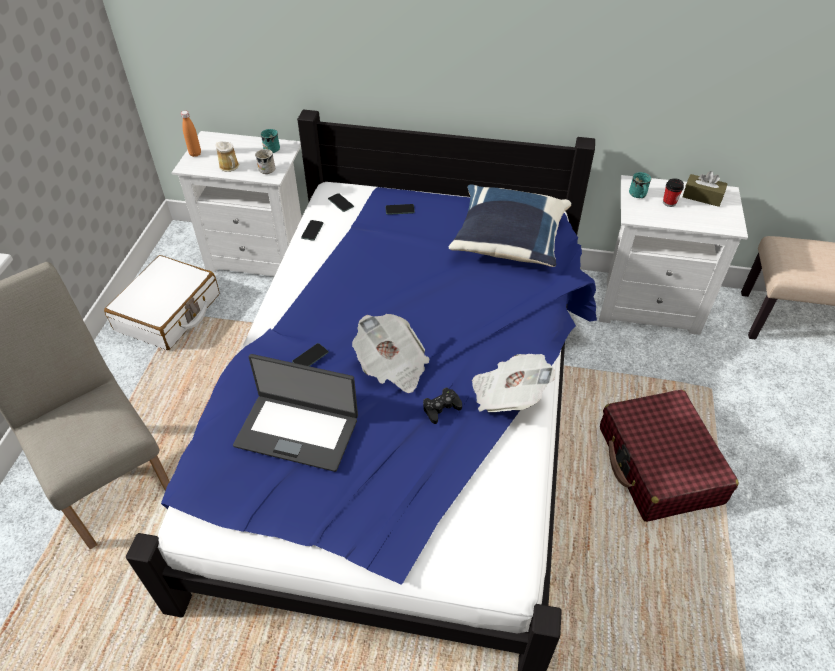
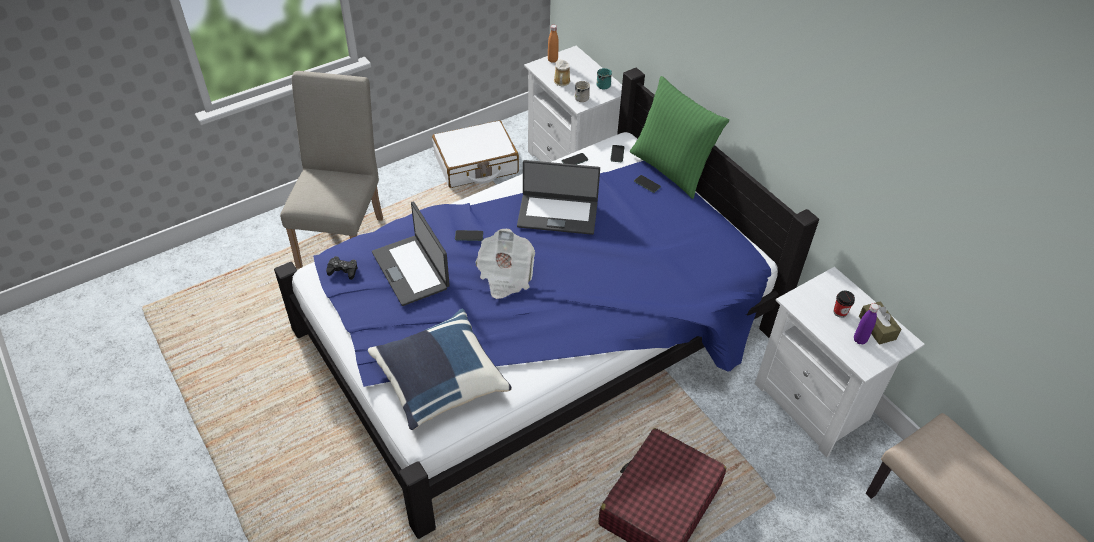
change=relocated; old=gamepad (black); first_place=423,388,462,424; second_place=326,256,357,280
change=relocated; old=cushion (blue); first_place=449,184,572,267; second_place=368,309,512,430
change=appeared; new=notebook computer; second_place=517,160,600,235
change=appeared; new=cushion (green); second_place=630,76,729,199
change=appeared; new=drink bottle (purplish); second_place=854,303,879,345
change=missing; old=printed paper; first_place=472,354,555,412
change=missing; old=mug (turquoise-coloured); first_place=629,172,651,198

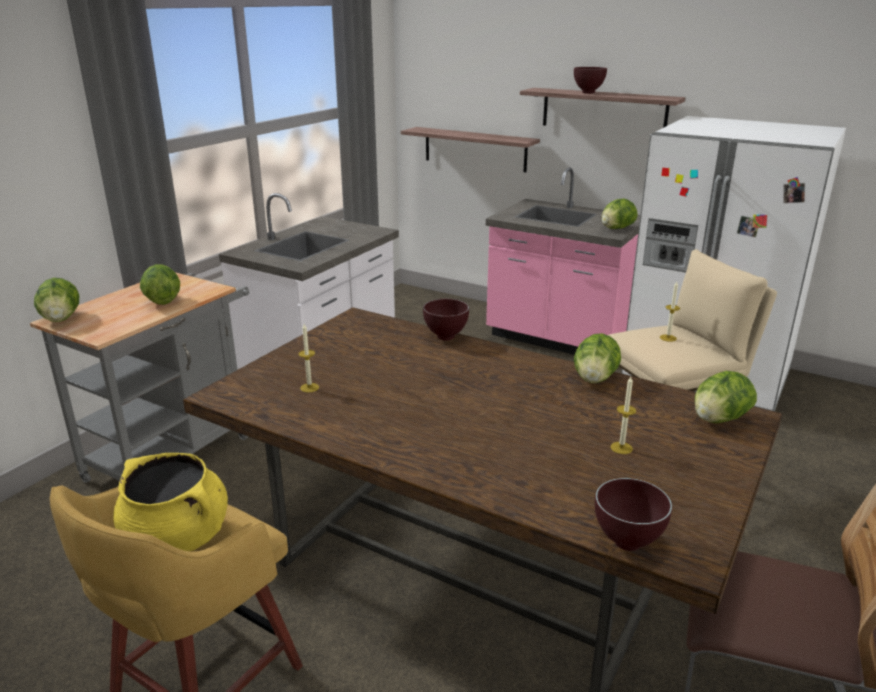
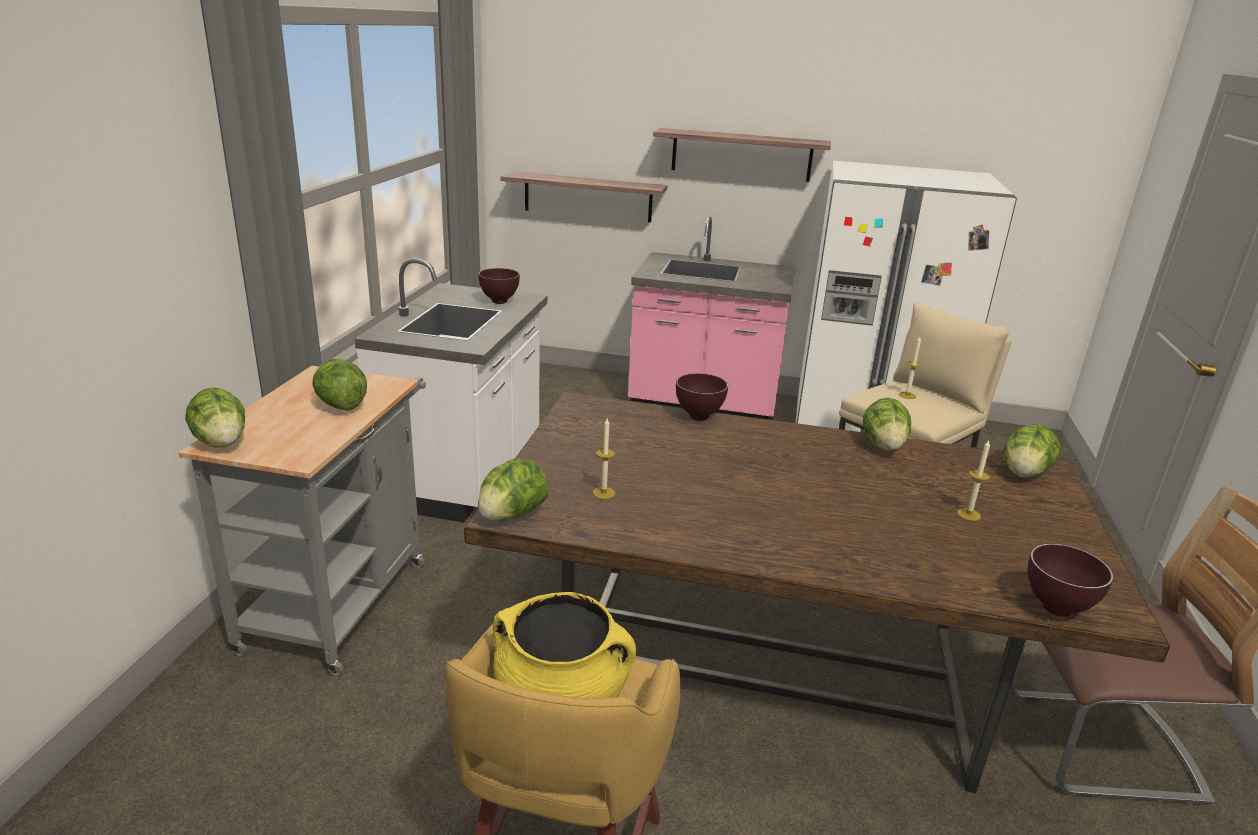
change=relocated; old=bowl (brownish); first_place=574,67,607,94; second_place=478,268,520,304
change=relocated; old=head of lettuce; first_place=601,199,638,229; second_place=478,458,549,521

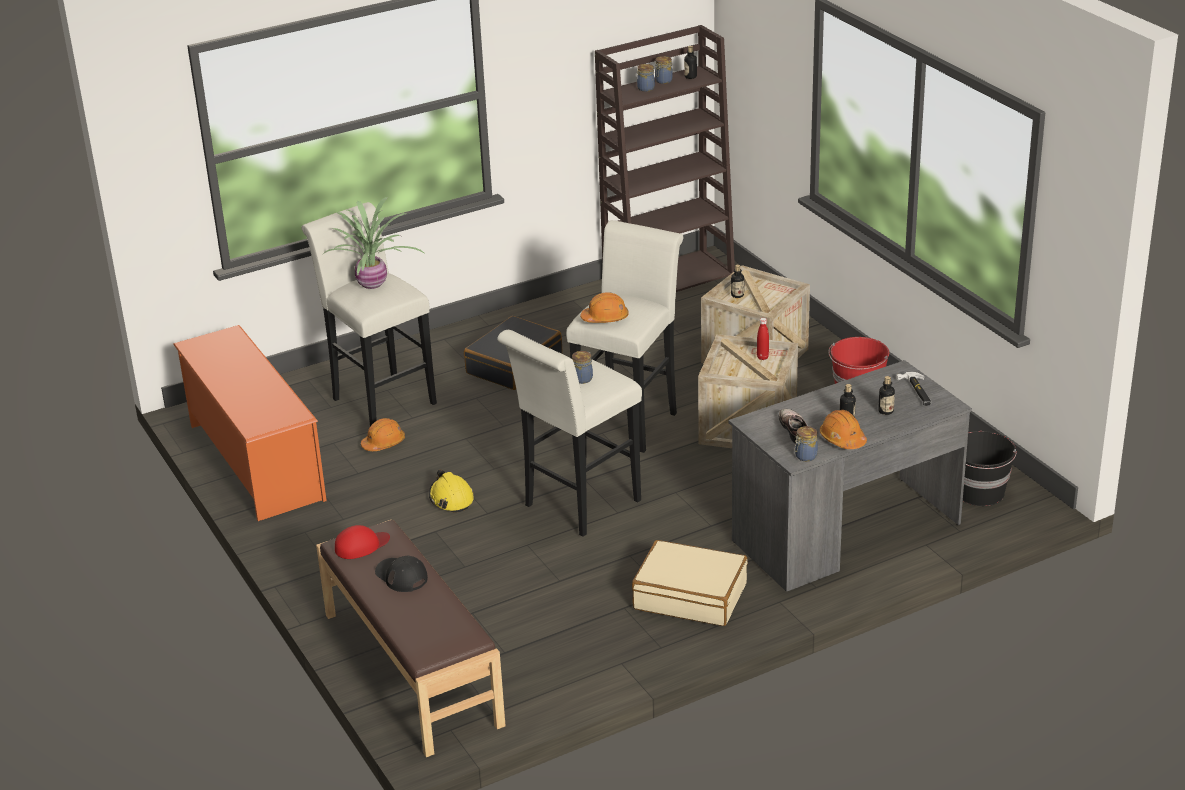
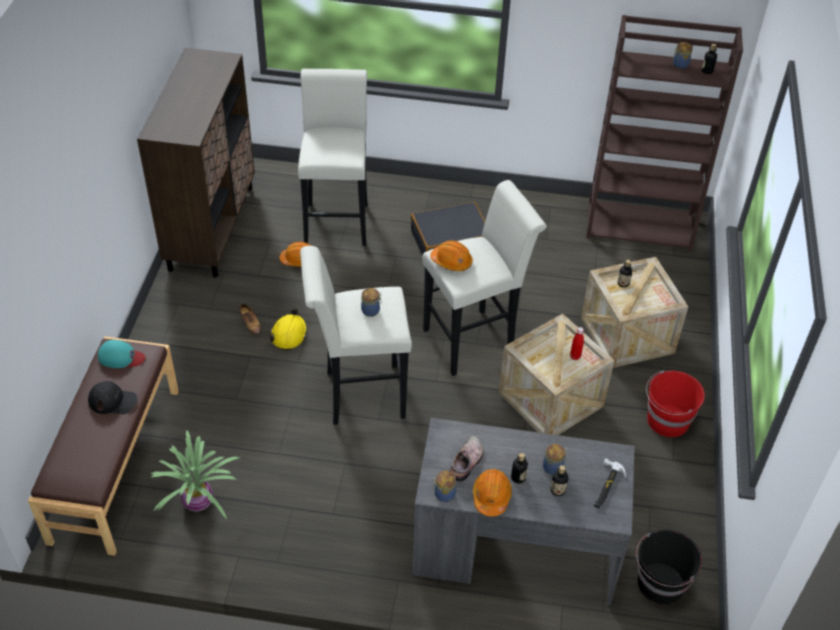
change=spun; old=baseball cap (black); first_place=375,555,428,592; second_place=88,381,138,414; degrees=105
change=colour; old=baseball cap (red); new=baseball cap (turquoise-coloured); first_place=335,525,390,559; second_place=98,340,145,368
change=exchanged; old=shoe rack (orange); new=cabinet (brownish); first_place=173,325,327,521; second_place=137,48,255,278
change=relocated; old=plant in a pot; first_place=323,197,424,289; second_place=150,430,239,519
change=appeared; new=shoe; second_place=239,304,261,336
change=relocated; old=storage jar; first_place=637,64,655,92; second_place=543,444,567,475
change=missing; old=piece of luggage (beige-coloured); first_place=632,540,748,626

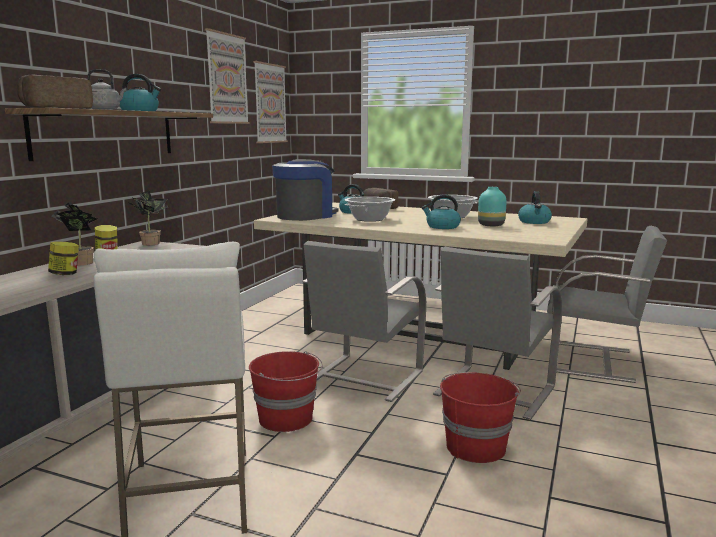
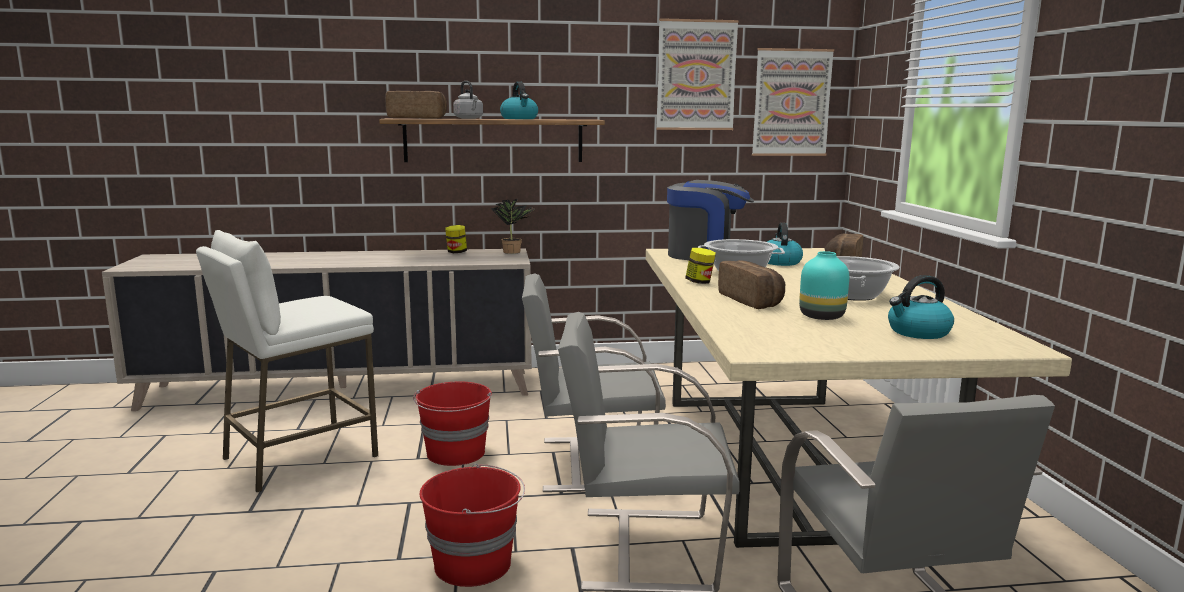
change=relocated; old=storage jar; first_place=48,241,79,275; second_place=685,248,716,284
change=exchanged; old=kettle; new=bakery bread; first_place=422,194,461,229; second_place=718,260,785,309
change=missing; old=plant in a pot; first_place=52,202,97,265

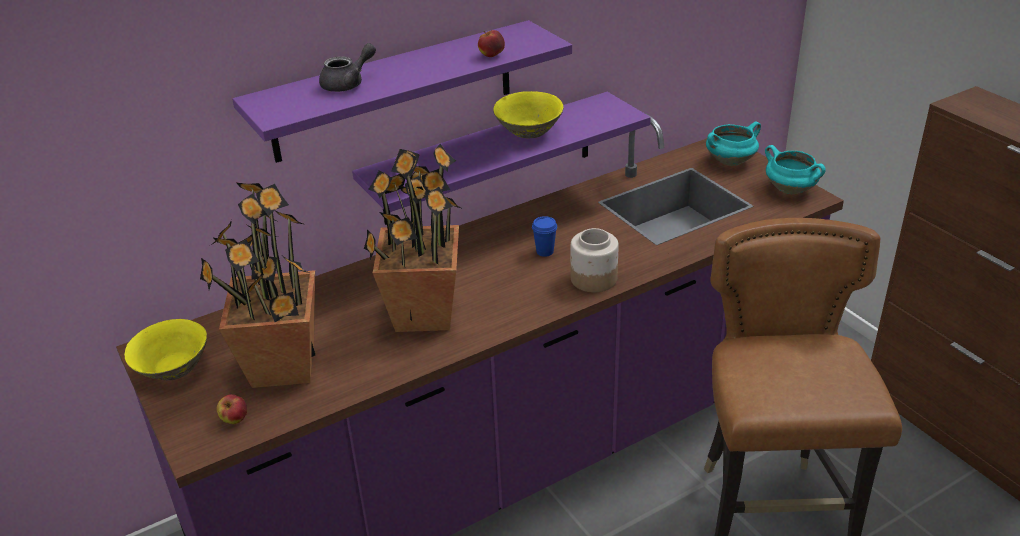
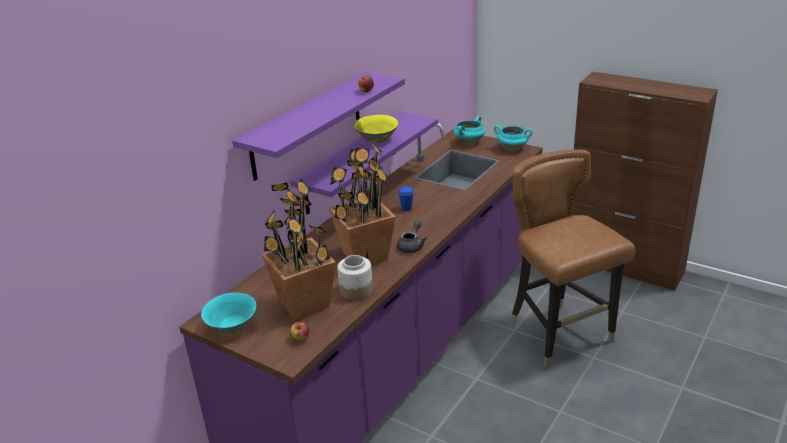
change=colour; old=bowl (yellowish); new=bowl (turquoise-coloured); first_place=124,319,207,380; second_place=201,292,257,334
change=relocated; old=storage jar; first_place=570,228,619,292; second_place=337,255,373,301
change=relocated; old=tea pot (greyish); first_place=319,43,376,92; second_place=397,220,427,253

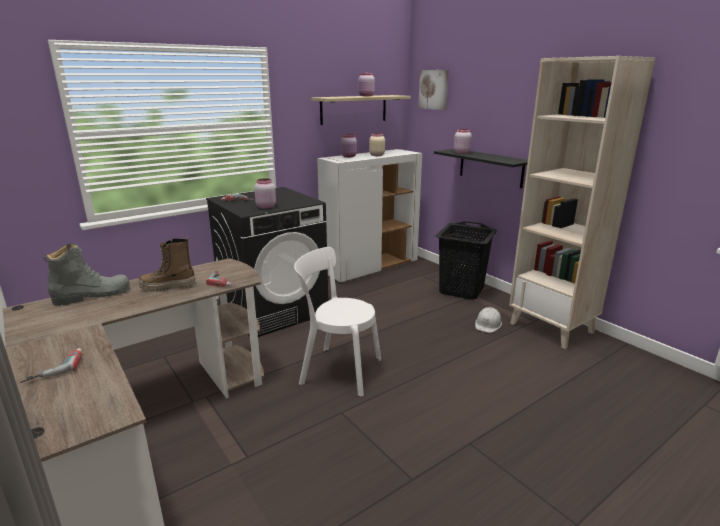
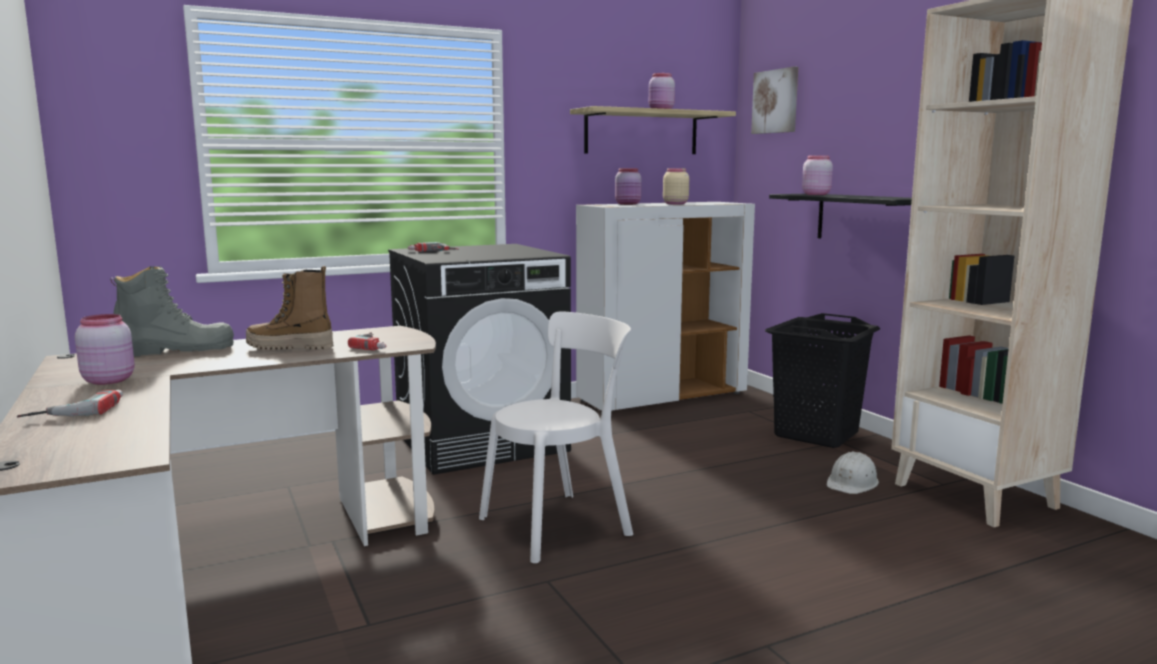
change=relocated; old=storage jar (pink); first_place=254,179,276,209; second_place=75,314,135,385
change=spun; old=plain chair (white-coloured); first_place=294,247,381,396; second_place=479,311,633,563; degrees=120

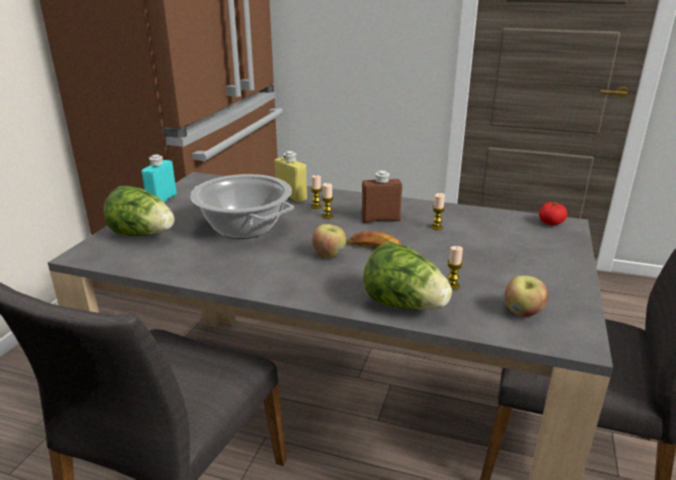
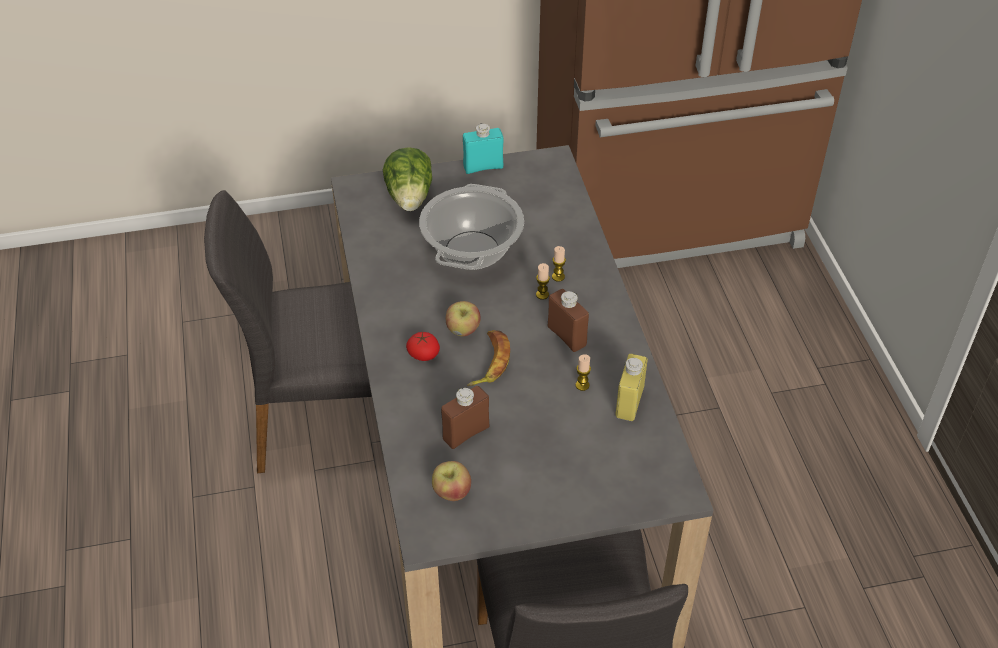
change=relocated; old=tomato; first_place=539,202,567,225; second_place=406,332,440,361
change=exchanged; old=wax light; new=drink bottle (brownish); first_place=447,246,463,290; second_place=441,386,489,449
change=relocated; old=drink bottle (yellowish); first_place=275,151,307,202; second_place=616,354,647,421
change=missing; old=head of lettuce; first_place=363,242,452,310

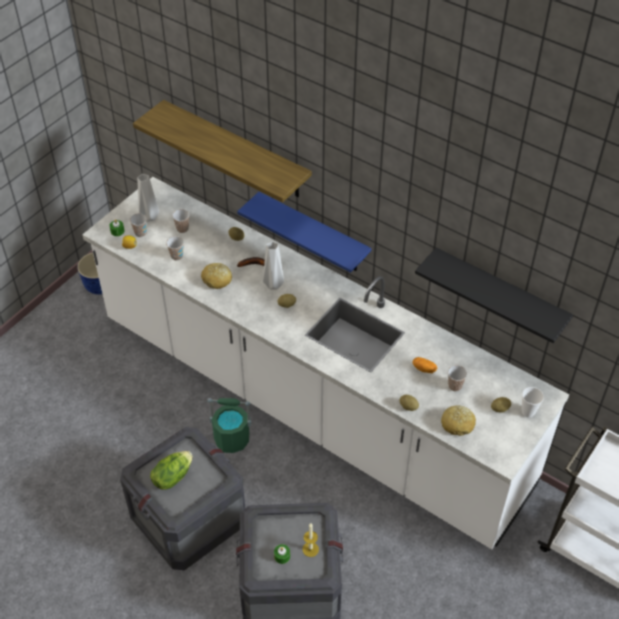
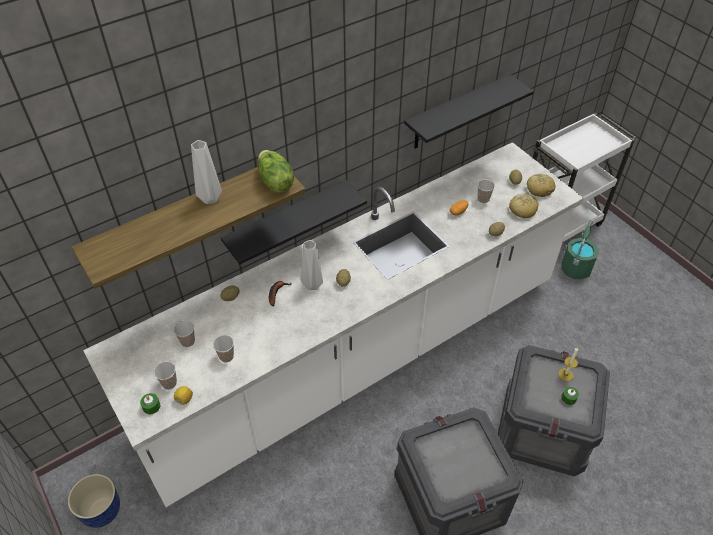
change=relocated; old=decorative vase (greyish); first_place=137,174,159,222; second_place=191,140,222,204
change=colour; old=bracket shelf (blue); new=bracket shelf (black); first_place=237,192,371,273; second_place=221,180,367,265
change=relocated; old=head of lettuce; first_place=150,451,193,490; second_place=258,150,294,193
change=relocated; old=bakery bread; first_place=201,263,232,289; second_place=527,174,555,197
change=relocated; old=pail (green); first_place=208,398,252,453; second_place=561,220,599,279
change=missing; old=drinking cup; first_place=522,387,544,418

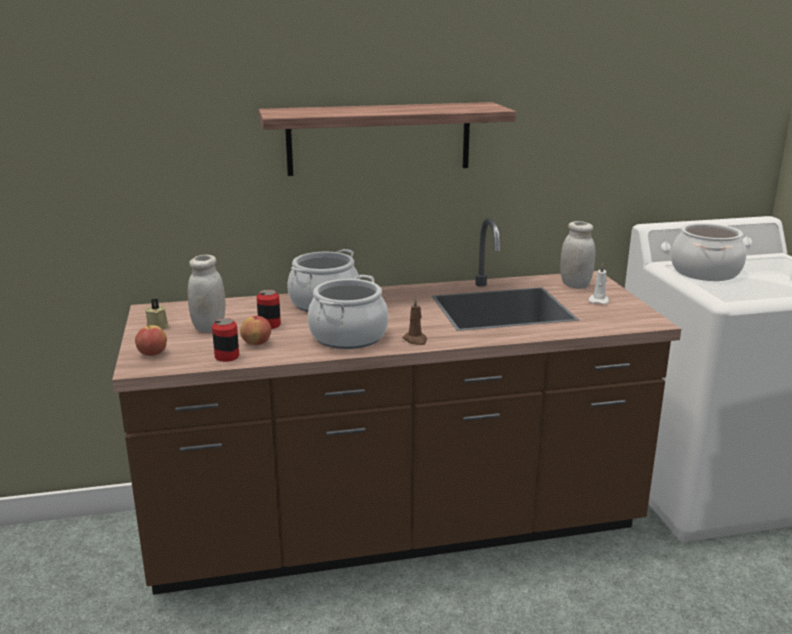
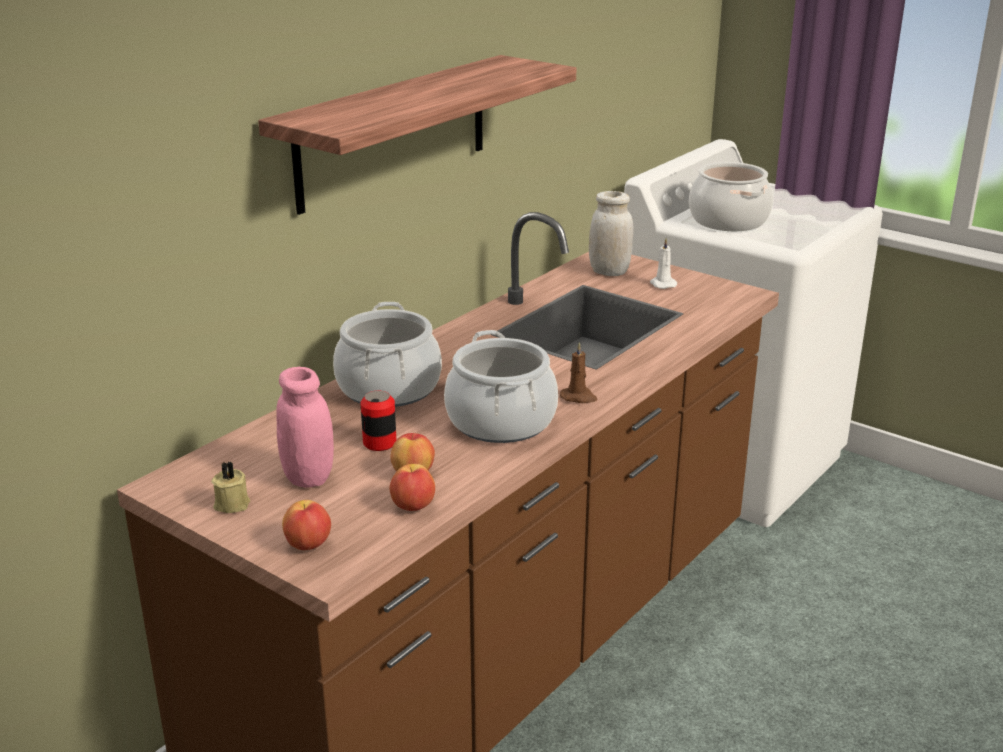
change=colour; old=storage jar (white-coloured); new=storage jar (pink); first_place=188,255,226,333; second_place=276,367,334,488
change=exchanged; old=sealed can; new=apple fruit; first_place=212,318,239,362; second_place=389,464,435,511

